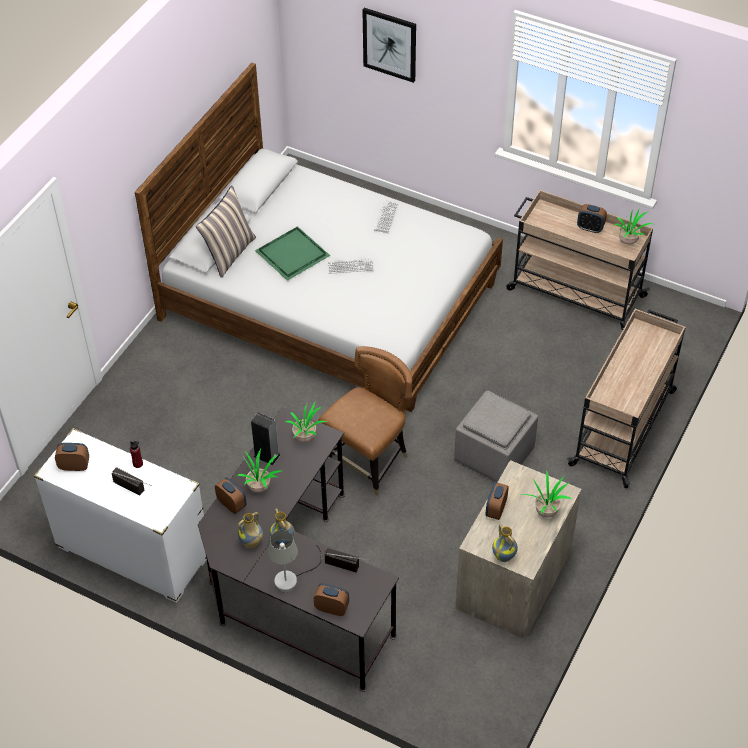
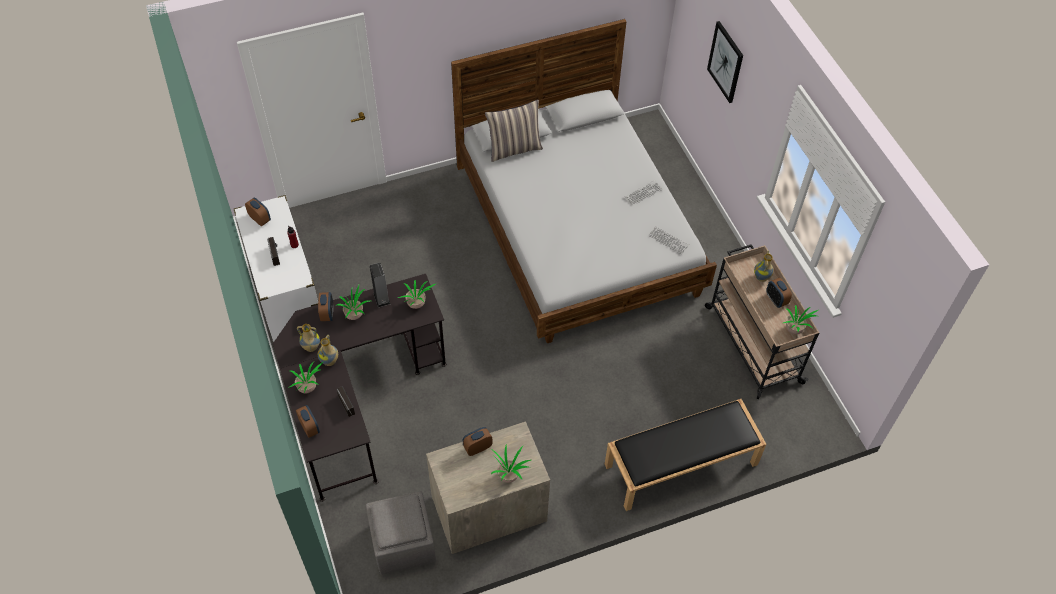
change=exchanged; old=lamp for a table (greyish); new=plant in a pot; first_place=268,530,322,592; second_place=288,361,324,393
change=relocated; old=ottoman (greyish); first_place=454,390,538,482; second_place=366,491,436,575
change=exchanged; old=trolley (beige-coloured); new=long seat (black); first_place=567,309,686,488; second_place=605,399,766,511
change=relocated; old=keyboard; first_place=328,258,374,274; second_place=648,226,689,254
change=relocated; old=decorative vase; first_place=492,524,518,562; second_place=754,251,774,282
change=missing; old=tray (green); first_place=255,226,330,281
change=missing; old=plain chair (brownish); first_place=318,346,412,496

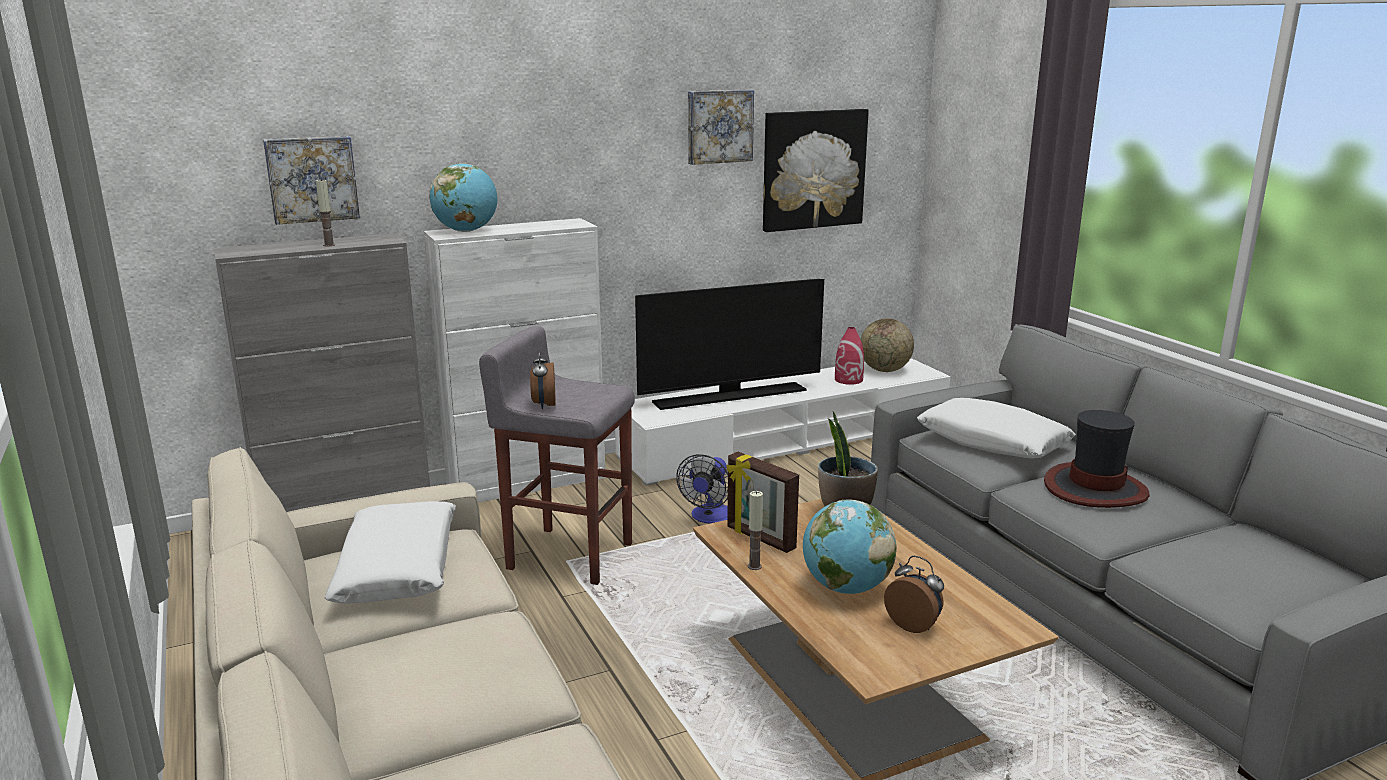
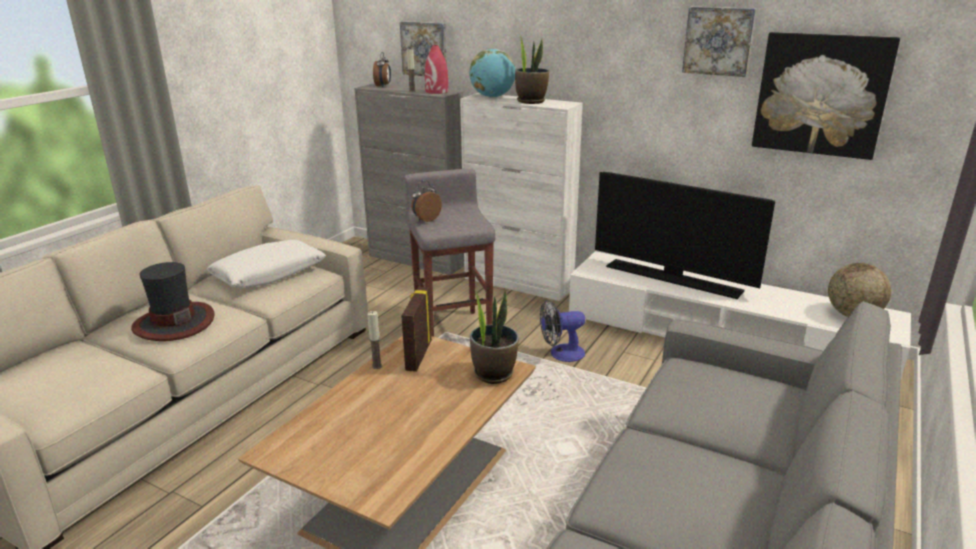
change=relocated; old=wearable hat; first_place=1044,410,1149,508; second_place=131,262,215,341
change=relocated; old=alarm clock; first_place=884,556,944,633; second_place=373,52,391,87
change=relocated; old=decorative vase (red); first_place=835,327,864,385; second_place=425,45,449,94
change=appeared; new=plant in a pot; second_place=515,34,549,104
change=missing; old=desk globe; first_place=803,499,897,594
change=missing; old=cushion (white-coloured); first_place=917,398,1076,459

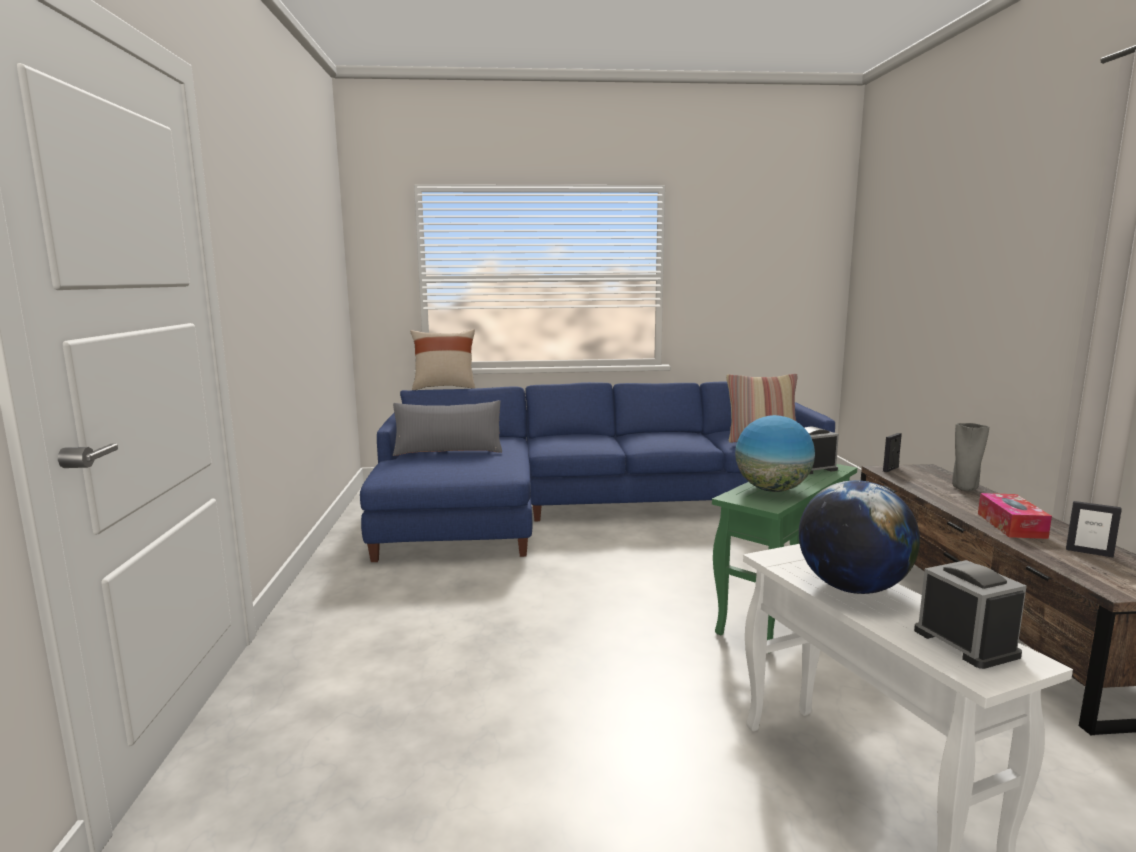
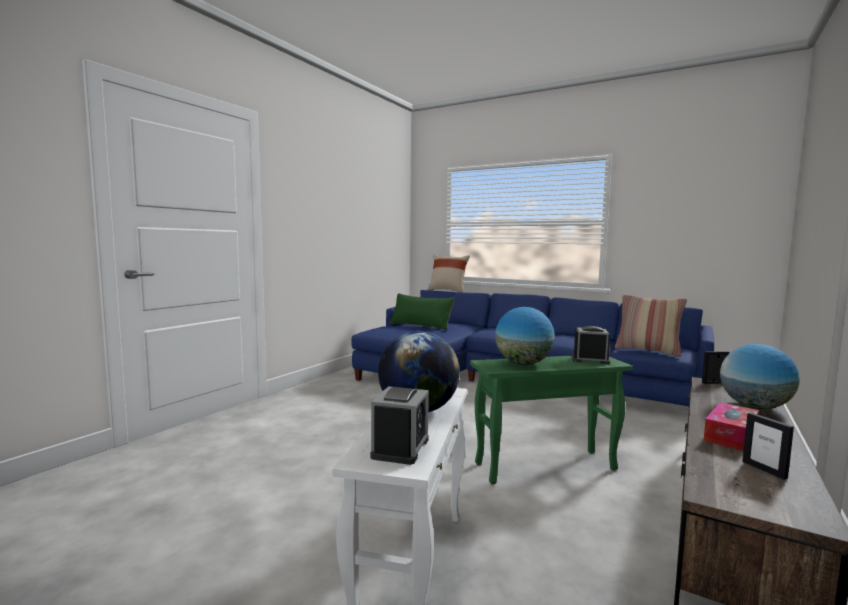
change=colour; old=cushion (greyish); new=cushion (green); first_place=393,400,502,456; second_place=389,293,455,330
change=exchanged; old=decorative vase (greyish); new=desk globe; first_place=952,423,989,491; second_place=720,344,800,409

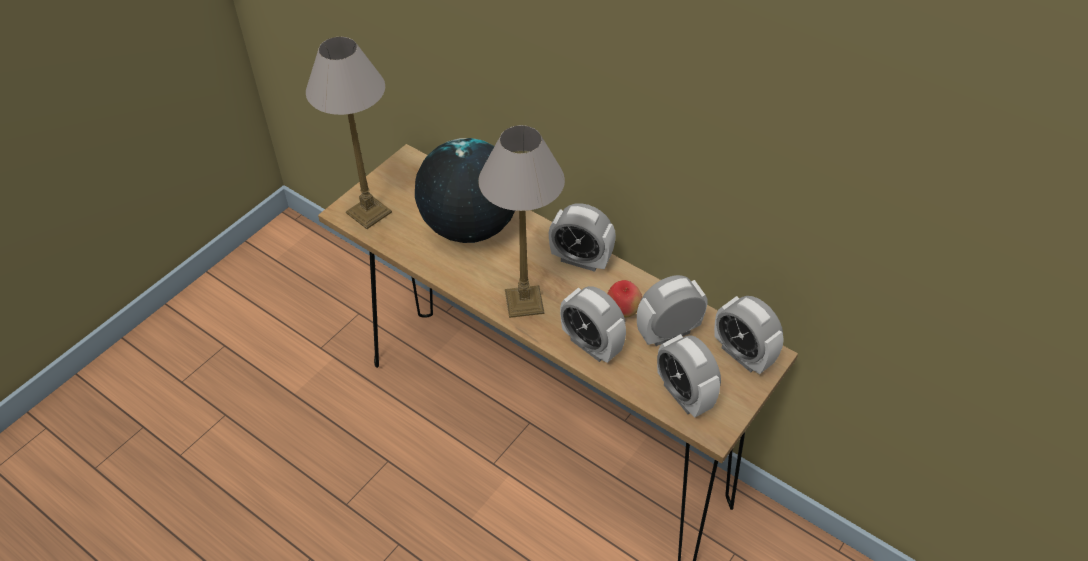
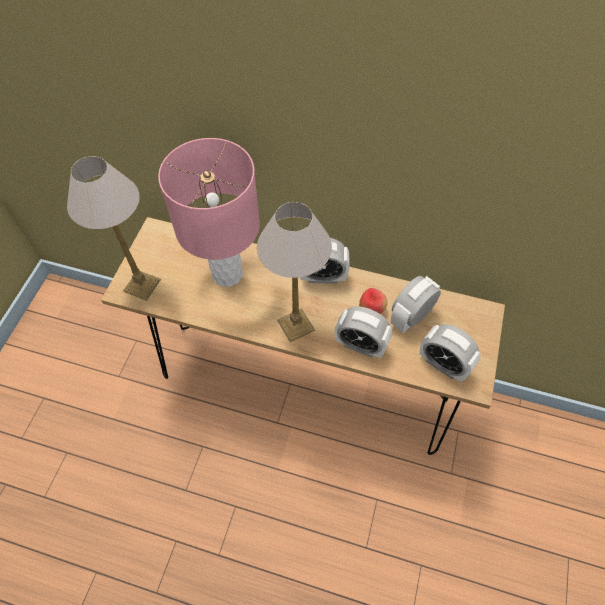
change=exchanged; old=desk globe; new=lamp for a table (pink); first_place=415,138,515,243; second_place=158,138,260,287
change=missing; old=alarm clock; first_place=714,296,784,374

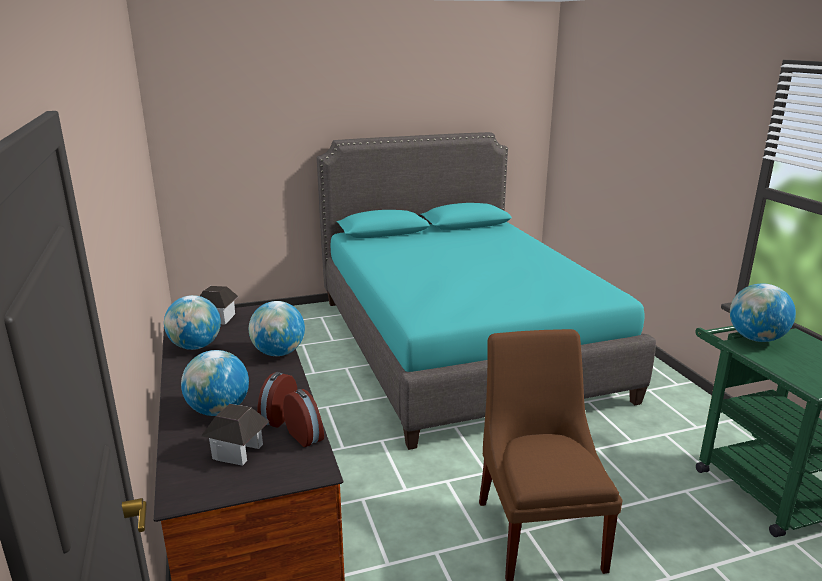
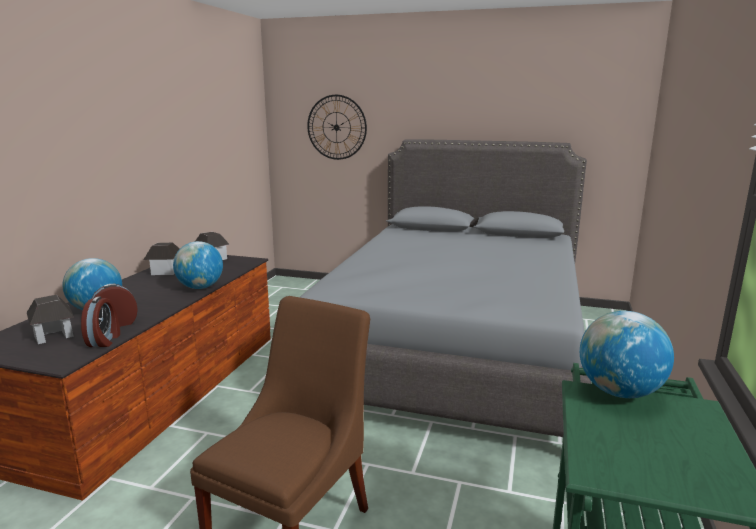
change=exchanged; old=desk globe; new=toy house; first_place=164,295,221,350; second_place=143,243,179,275
change=colour; old=bed (turquoise-coloured); new=bed (greyish); first_place=316,132,656,450; second_place=300,139,591,437
change=appeared; new=hanging clock; second_place=307,95,367,160

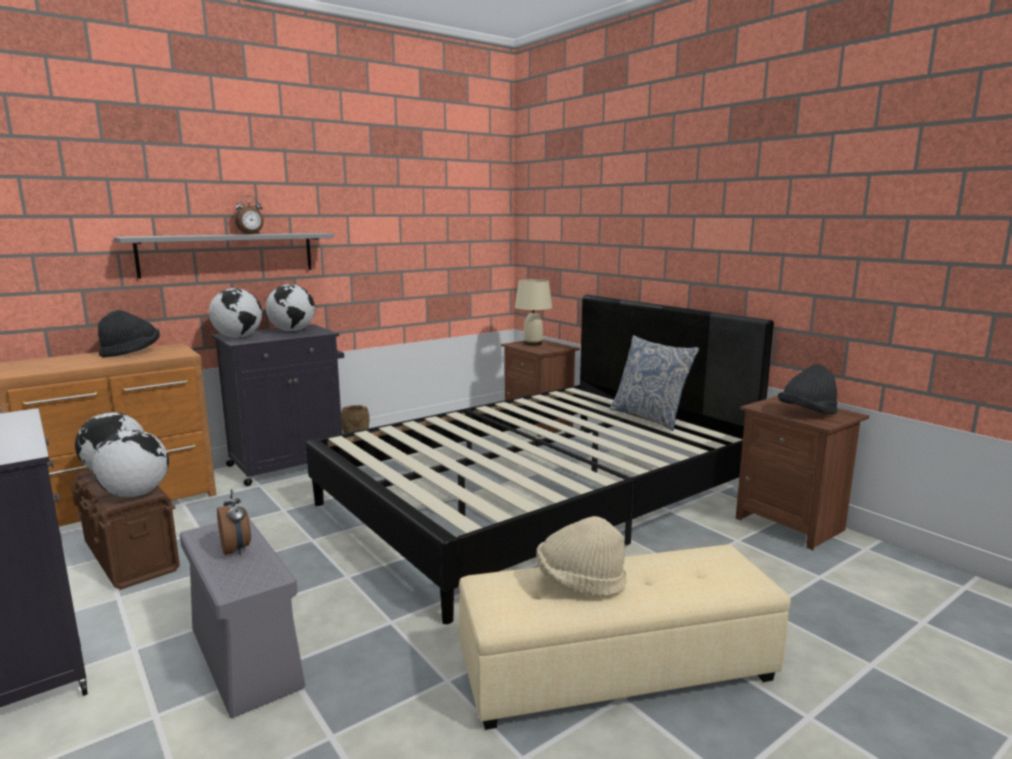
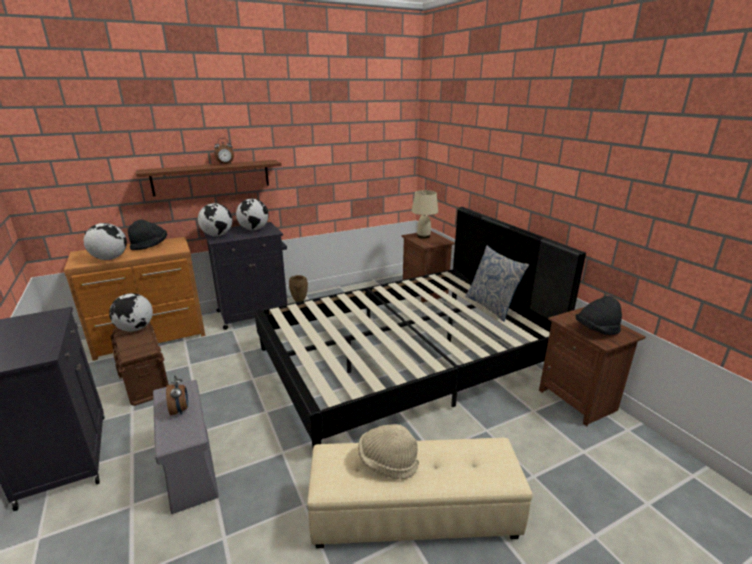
change=relocated; old=desk globe; first_place=92,430,169,497; second_place=83,223,127,260
change=colour; old=bracket shelf (greyish); new=bracket shelf (brownish); first_place=114,233,334,279; second_place=136,160,282,196

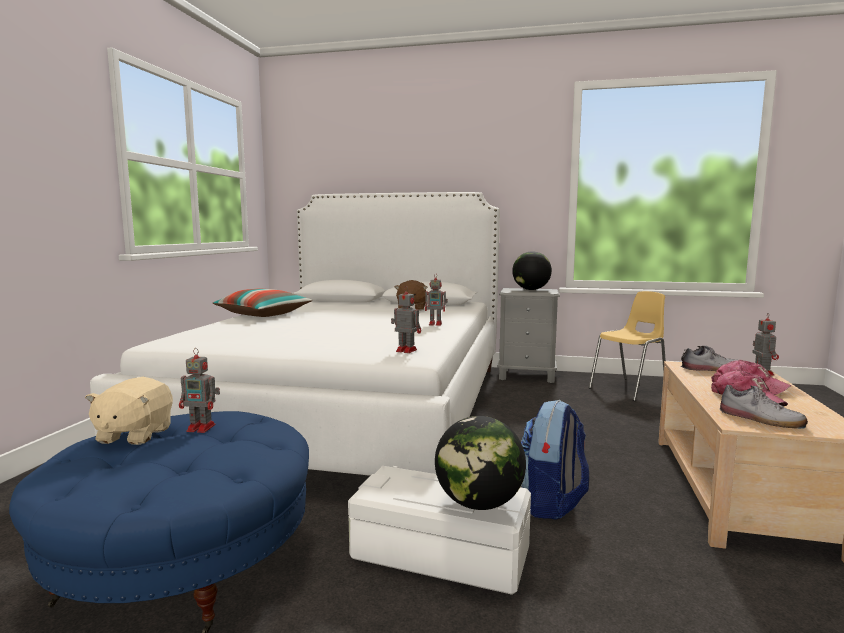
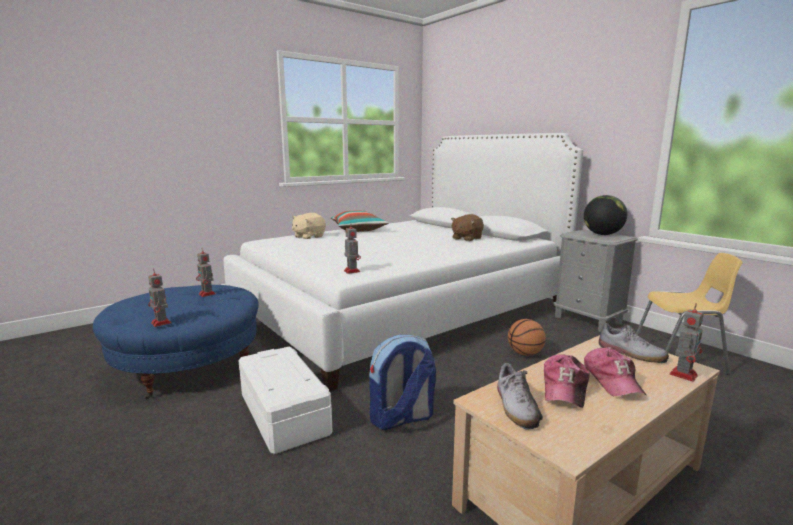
change=relocated; old=model robot; first_place=425,273,448,326; second_place=148,269,171,327
change=relocated; old=cuddly toy (beige-coloured); first_place=85,377,173,445; second_place=292,213,326,239
change=appeared; new=ball for basketball; second_place=508,319,546,356
change=missing; old=desk globe; first_place=435,416,526,510

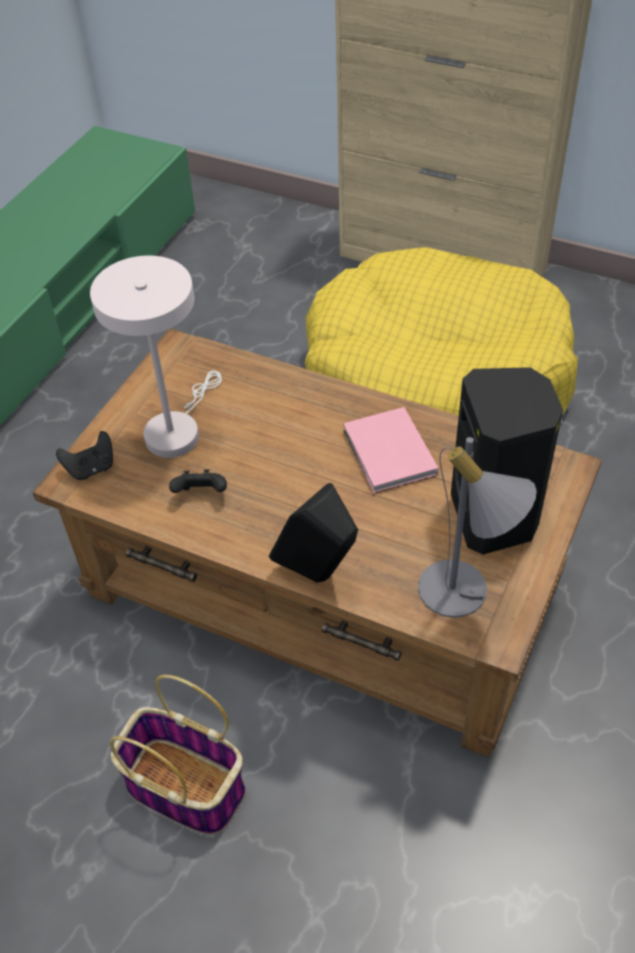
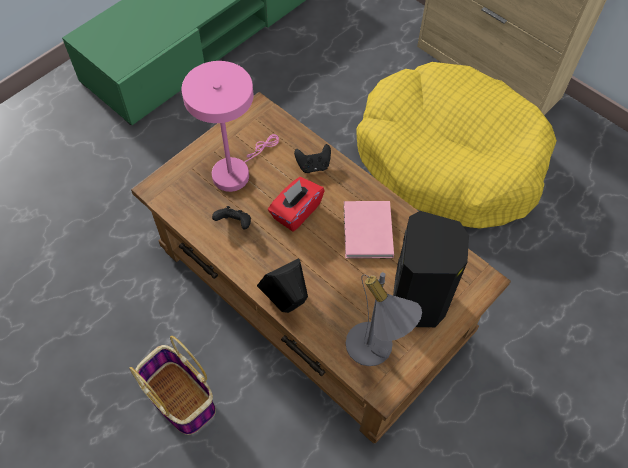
change=colour; old=lamp for a table (white-coloured); new=lamp for a table (pink); first_place=90,256,222,458; second_place=182,61,279,192
change=appeared; new=box of tissues (red); second_place=268,177,325,231
change=relocated; old=gamepad (black); first_place=56,431,113,480; second_place=294,144,331,173

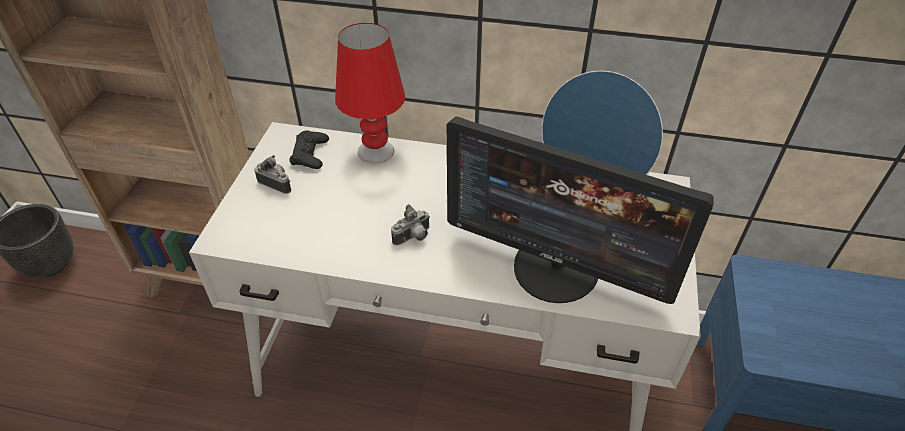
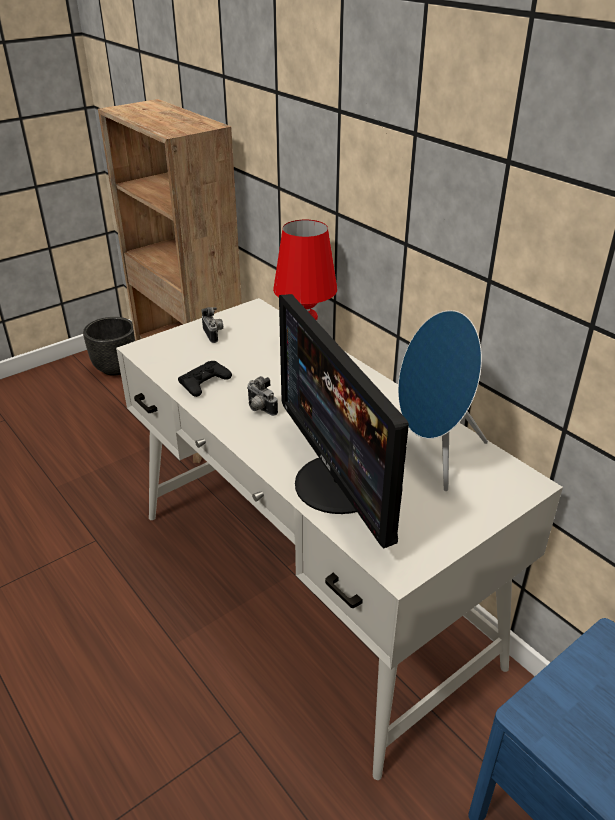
change=relocated; old=gamepad (black); first_place=289,130,329,169; second_place=178,361,232,397
change=spun; old=still camera; first_place=391,204,430,246; second_place=247,376,278,416; degrees=45

